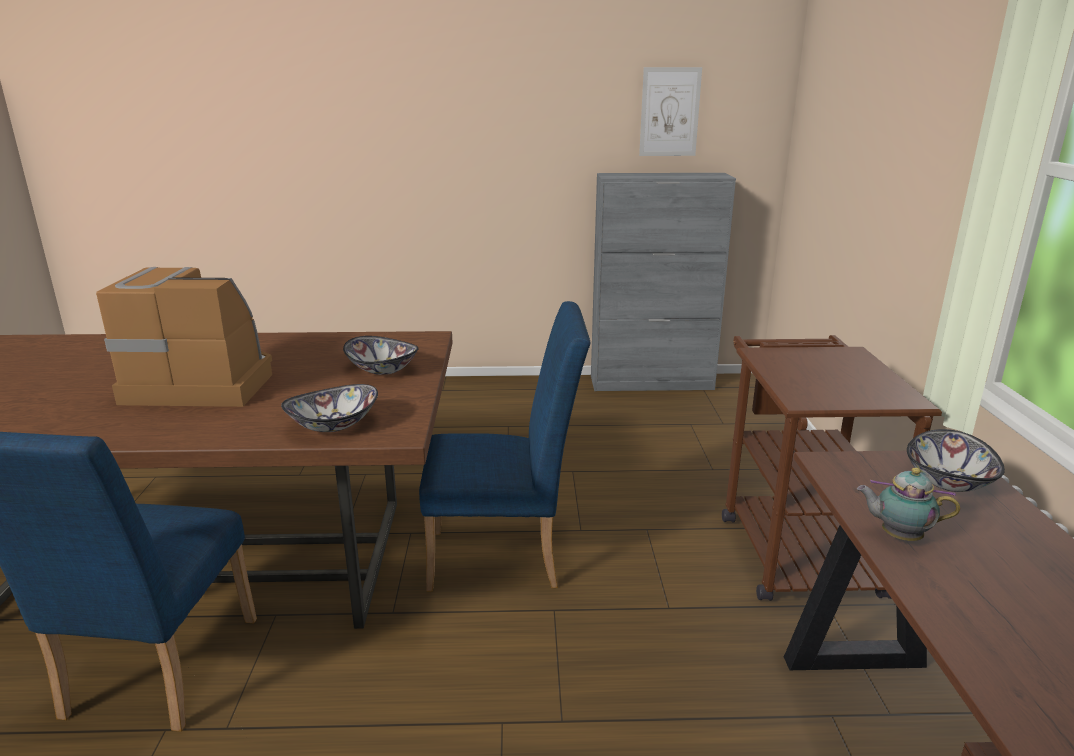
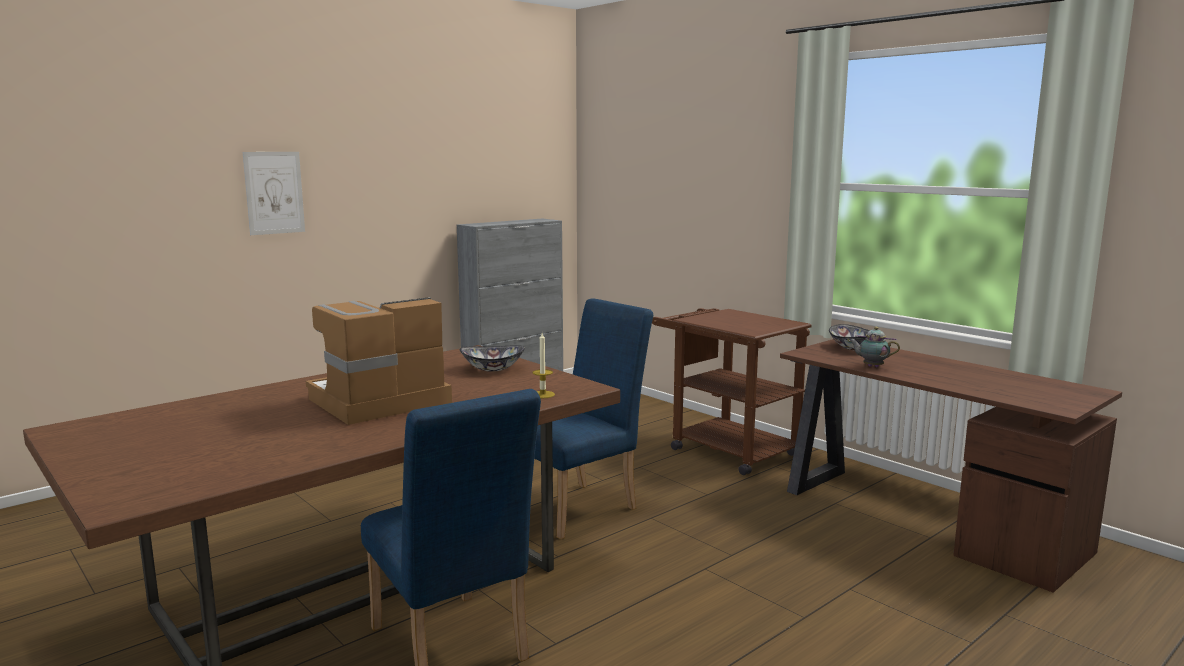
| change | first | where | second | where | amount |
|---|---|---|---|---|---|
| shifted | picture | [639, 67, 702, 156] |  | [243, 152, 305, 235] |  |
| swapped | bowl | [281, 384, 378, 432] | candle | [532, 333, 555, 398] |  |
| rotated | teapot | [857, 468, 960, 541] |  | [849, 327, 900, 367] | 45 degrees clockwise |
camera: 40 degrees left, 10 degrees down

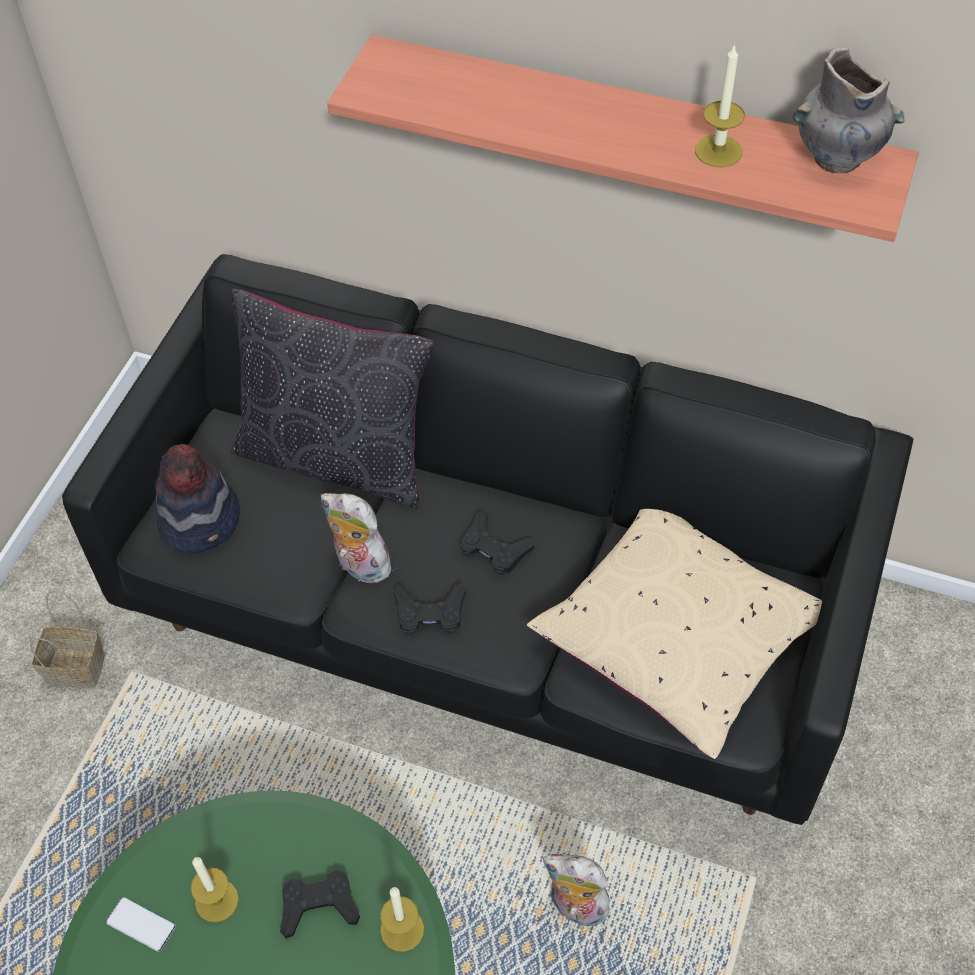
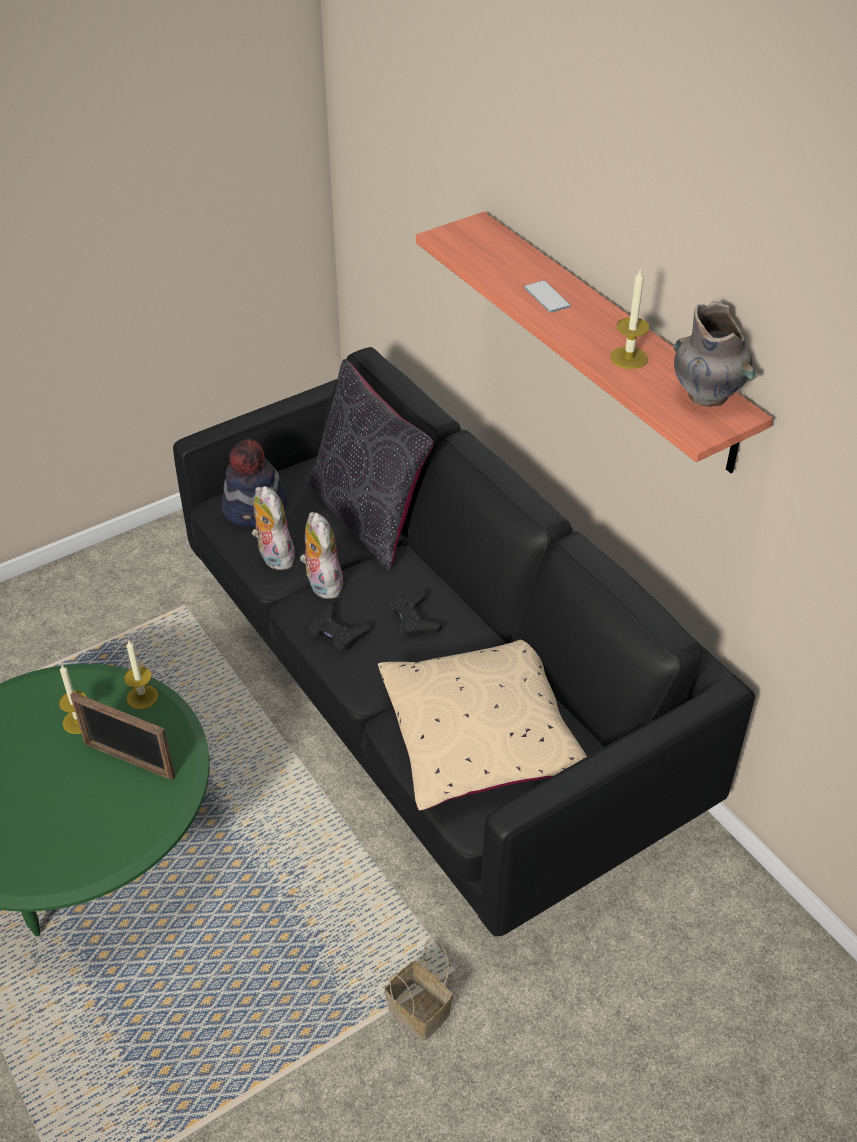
| change | first | where | second | where | amount |
|---|---|---|---|---|---|
| shifted | basket | [30, 590, 105, 688] |  | [385, 938, 453, 1041] |  |
| shifted | plush toy | [543, 854, 614, 926] |  | [252, 486, 295, 570] |  |
| swapped | black game controller | [280, 870, 360, 939] | picture frame | [70, 692, 175, 780] |  |
| shifted | candle | [380, 887, 424, 952] |  | [124, 640, 158, 709] |  |
| shifted | phone | [106, 897, 176, 952] |  | [524, 280, 571, 313] |  |
camera: 35 degrees right, 10 degrees down

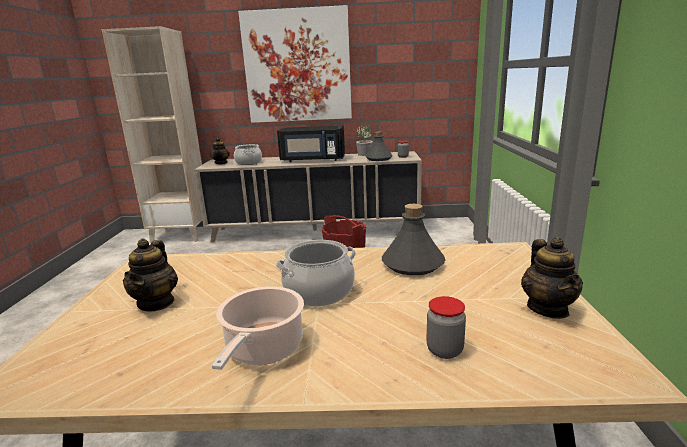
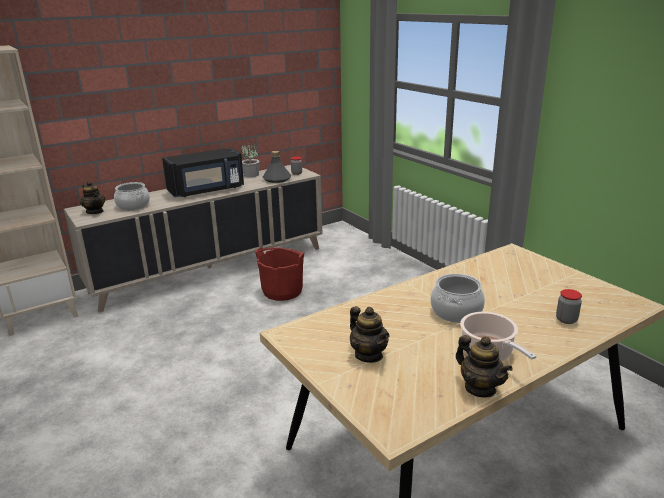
| change | first | where | second | where | amount |
|---|---|---|---|---|---|
| gone | picture | [238, 5, 352, 123] |  |  |  |
| gone | grey bottle | [382, 204, 445, 275] |  |  |  |
| shifted | teapot | [521, 237, 583, 319] |  | [456, 335, 513, 397] |  |
camera: 35 degrees left, 5 degrees up

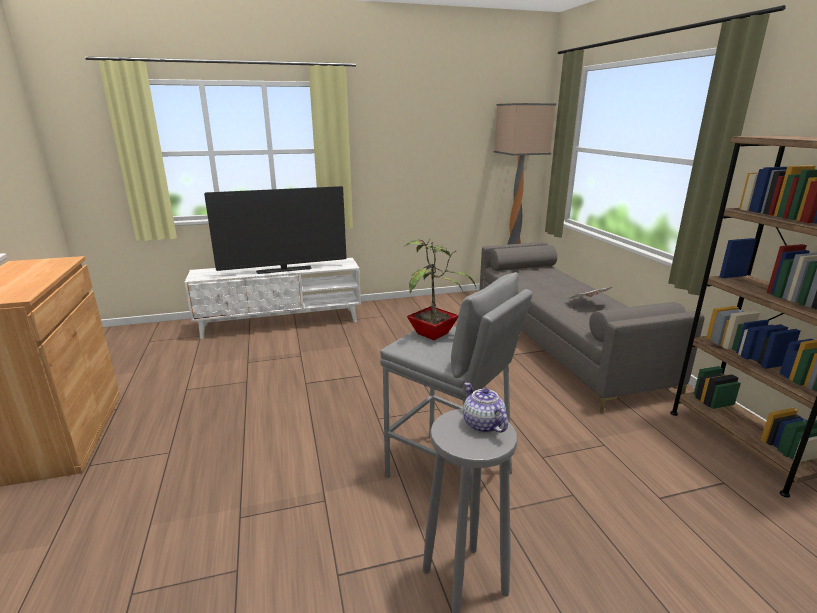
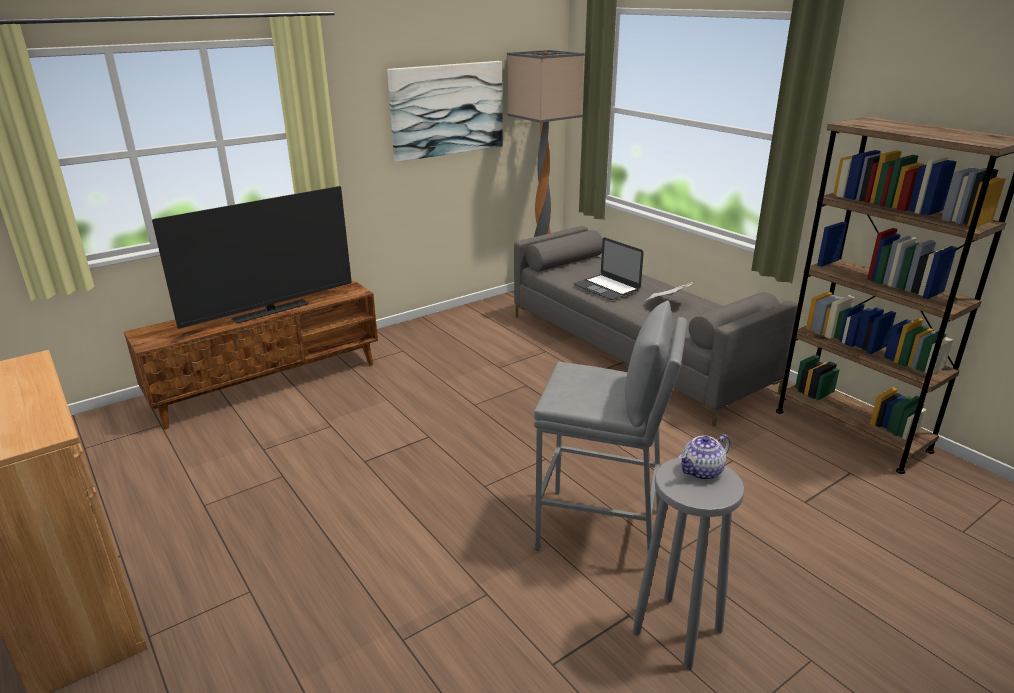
| change | first | where | second | where | amount |
|---|---|---|---|---|---|
| gone | potted plant | [404, 237, 476, 340] |  |  |  |
| repainted | white tv stand | [185, 258, 361, 339] | brown tv stand | [124, 278, 378, 429] |  |
| rotated | teapot | [463, 383, 508, 433] |  | [679, 434, 730, 480] | 75 degrees counterclockwise |
| new |  |  | picture | [387, 61, 503, 162] |  |
| new |  |  | laptop | [573, 237, 644, 300] |  |
camera: 20 degrees left, 5 degrees up

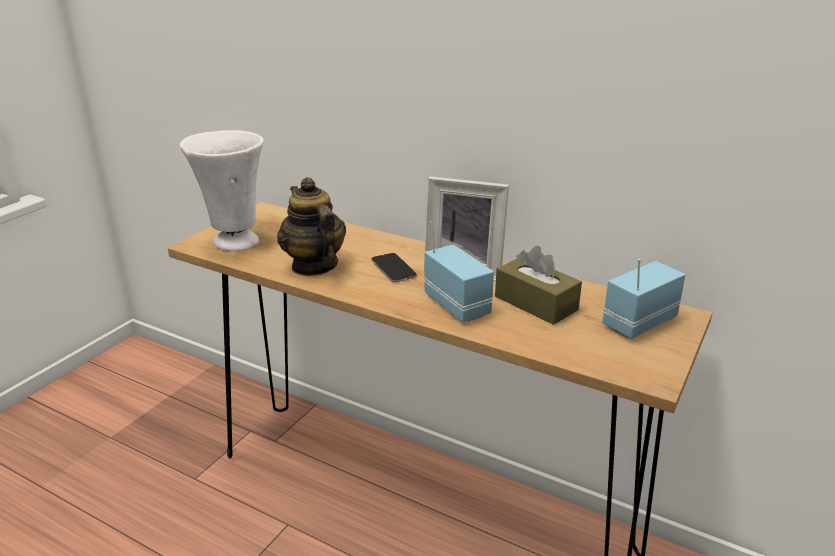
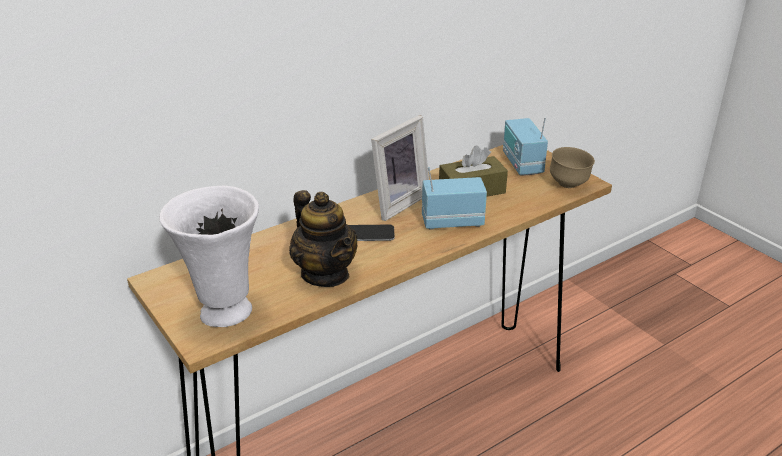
| change | first | where | second | where | amount |
|---|---|---|---|---|---|
| rotated | teapot | [277, 177, 346, 276] |  | [289, 190, 357, 287] | 120 degrees counterclockwise |
| new |  |  | brown bowl | [550, 147, 595, 188] |  |
camera: 65 degrees left, 5 degrees up

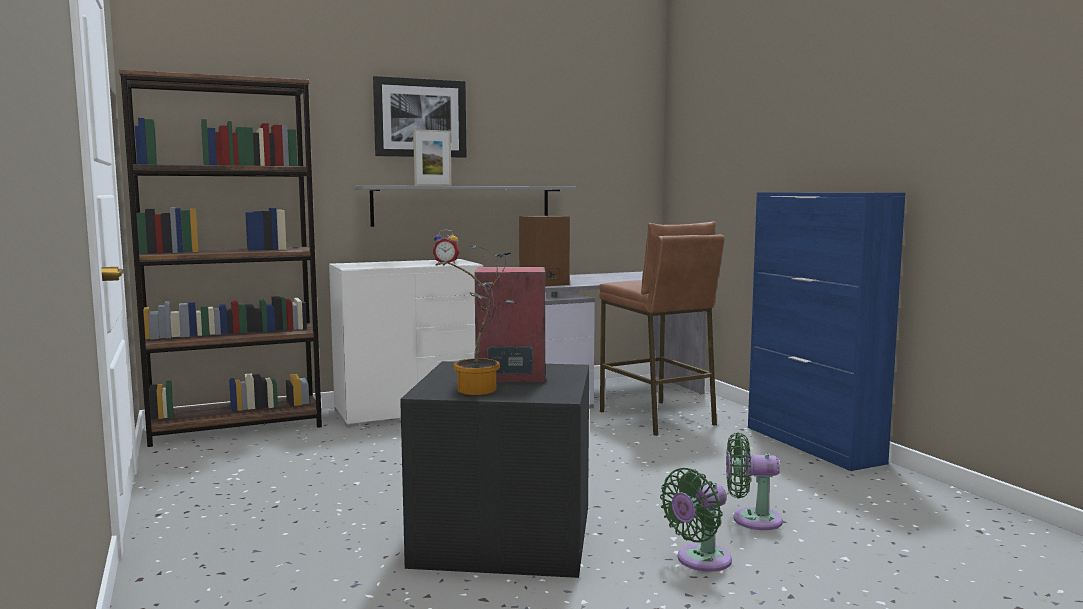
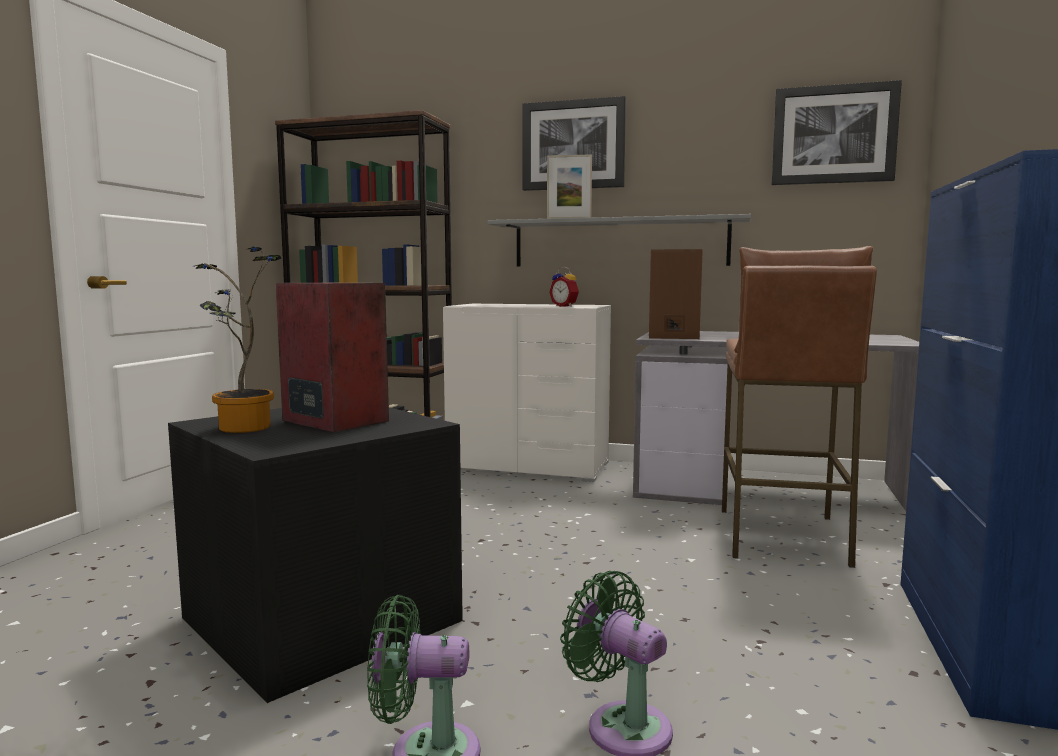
| change | first | where | second | where | amount |
|---|---|---|---|---|---|
| new |  |  | picture | [771, 80, 902, 185] |  |
camera: 40 degrees right, 0 degrees up

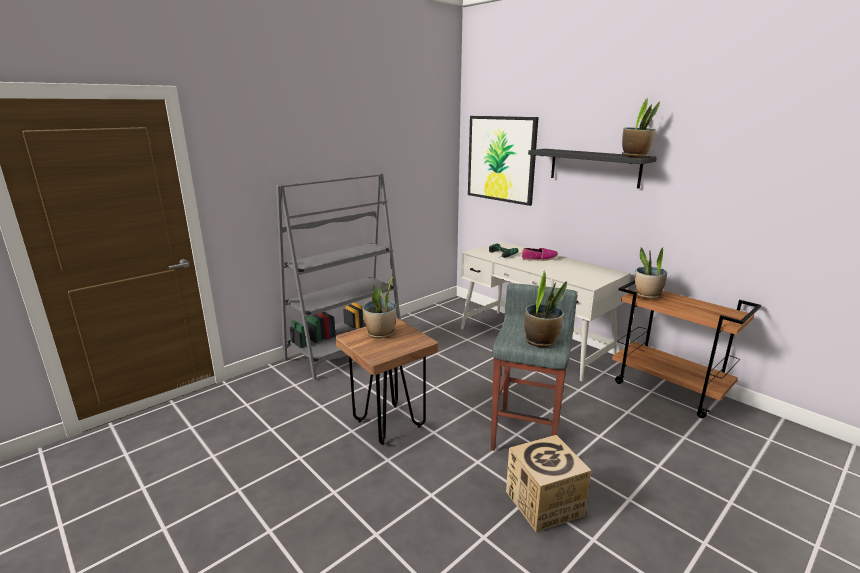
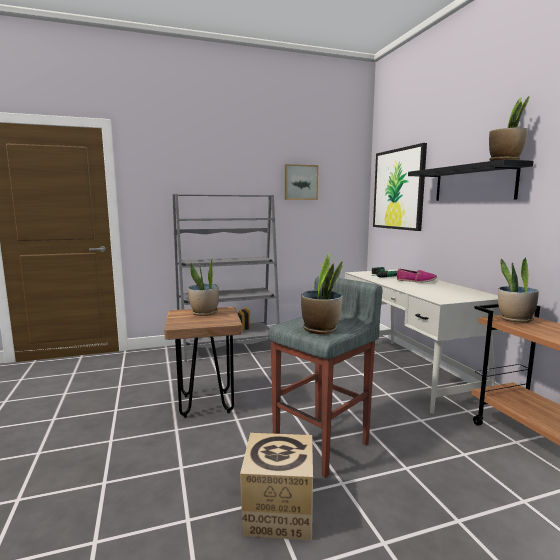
| change | first | where | second | where | amount |
|---|---|---|---|---|---|
| new |  |  | picture | [285, 164, 318, 200] |  |
camera: 25 degrees right, 10 degrees down

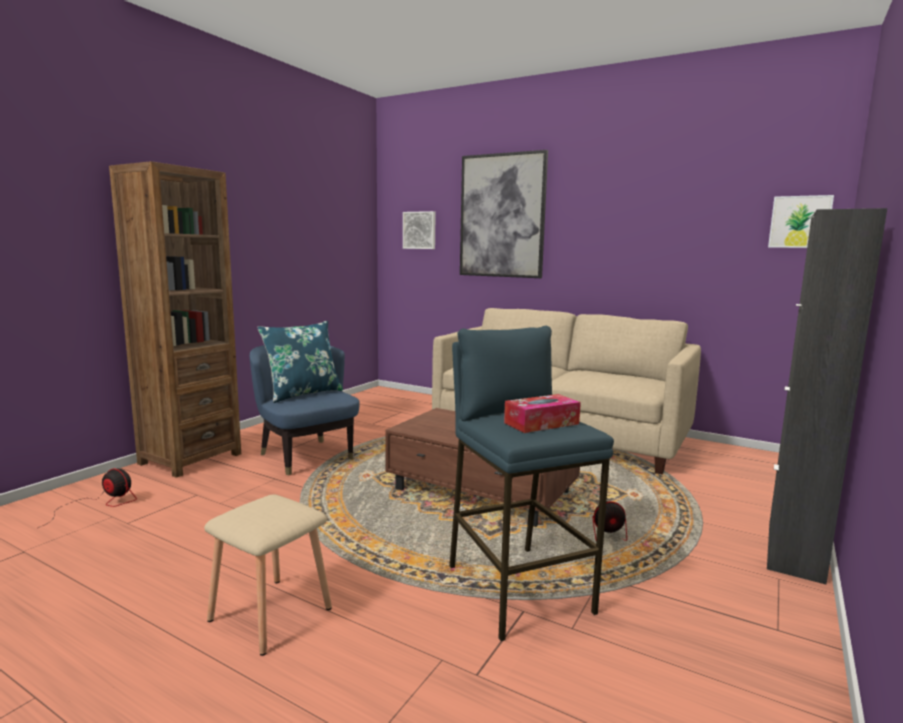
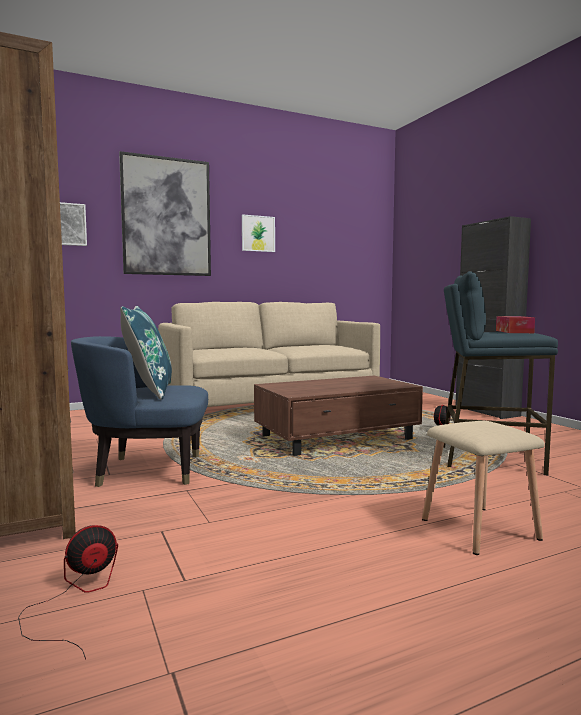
| change | first | where | second | where | amount |
|---|---|---|---|---|---|
| shifted | picture | [768, 195, 834, 248] |  | [242, 214, 275, 252] |  |
camera: 55 degrees left, 5 degrees down

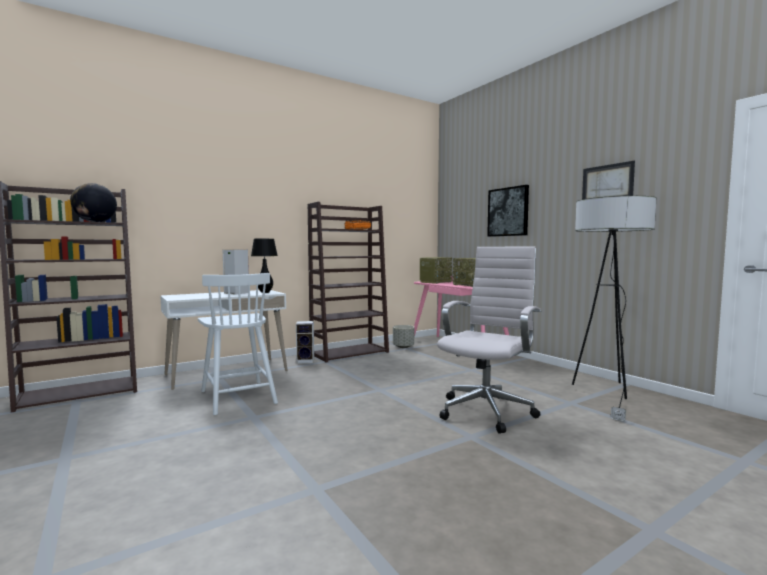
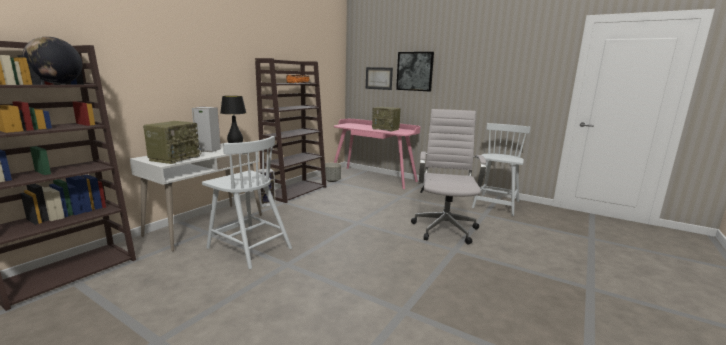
| change | first | where | second | where | amount |
|---|---|---|---|---|---|
| shifted | picture | [582, 161, 635, 200] |  | [366, 67, 393, 90] |  |
| swapped | floor lamp | [572, 196, 656, 421] | white chair | [472, 123, 531, 216] |  |
| shifted | radio | [420, 257, 453, 284] |  | [143, 121, 202, 164] |  |
camera: 25 degrees left, 10 degrees up

